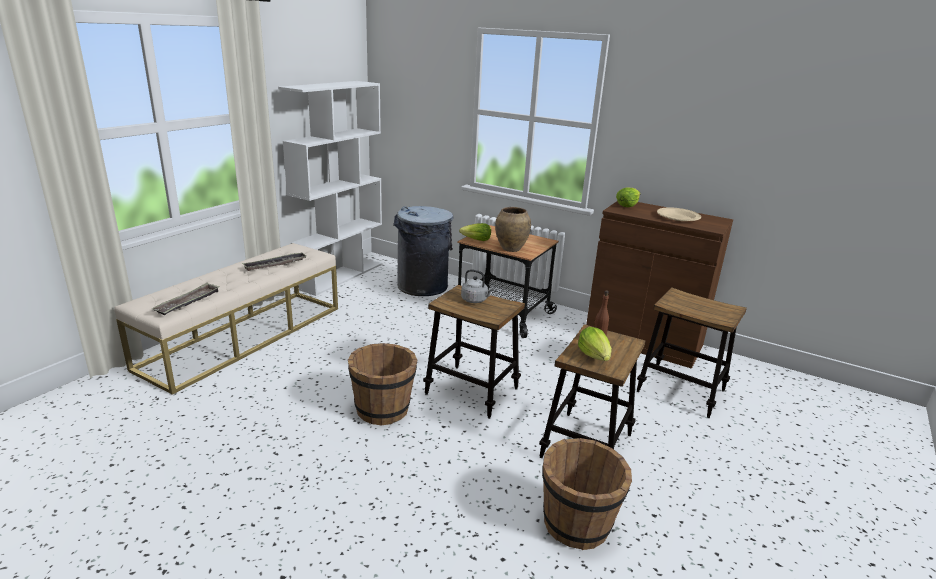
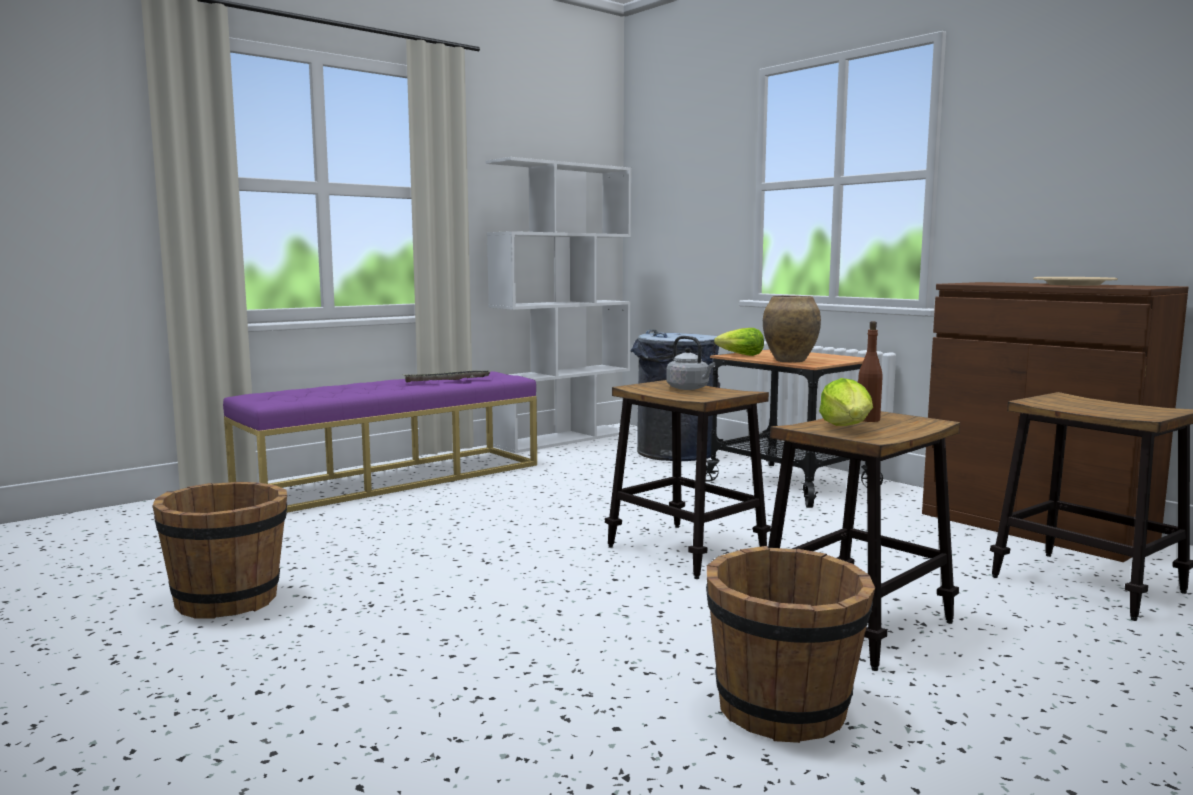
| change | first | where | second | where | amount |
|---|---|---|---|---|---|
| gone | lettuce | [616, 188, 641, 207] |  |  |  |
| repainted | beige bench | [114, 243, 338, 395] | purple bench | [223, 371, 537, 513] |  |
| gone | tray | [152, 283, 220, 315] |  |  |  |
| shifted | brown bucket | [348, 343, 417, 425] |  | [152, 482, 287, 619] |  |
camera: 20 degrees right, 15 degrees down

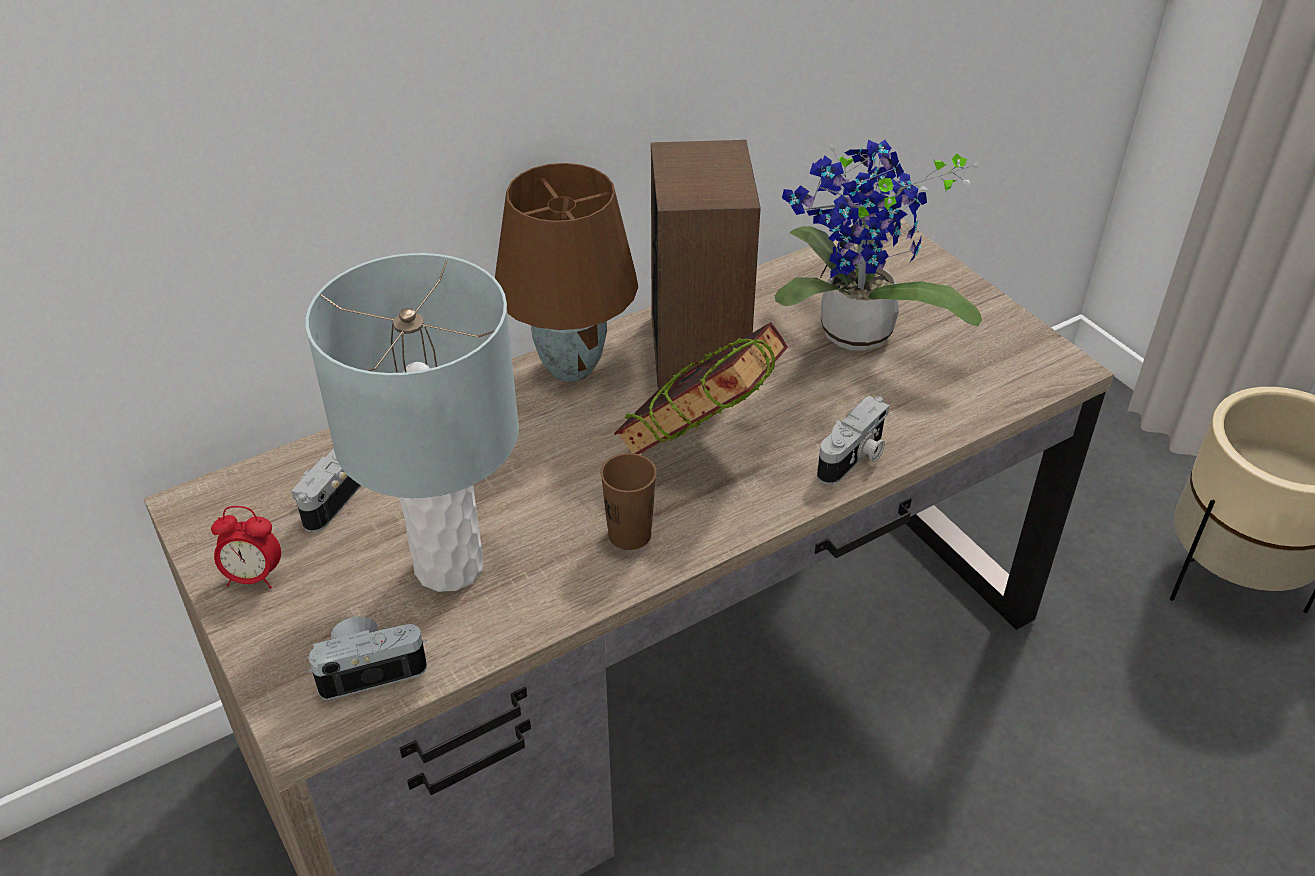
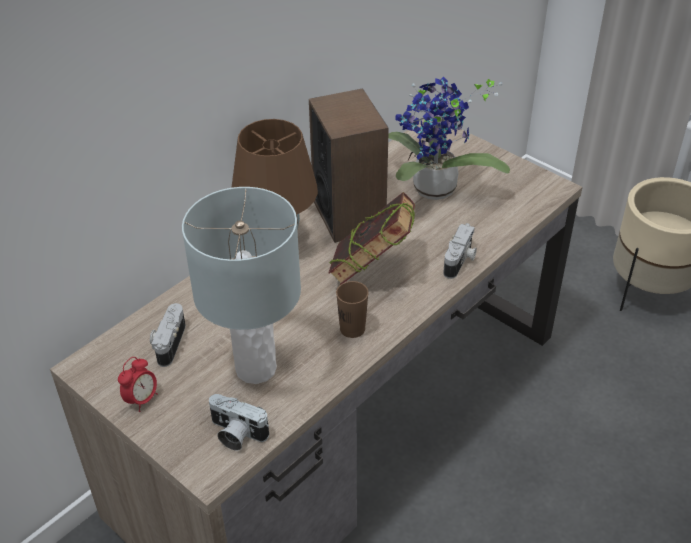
| change | first | where | second | where | amount |
|---|---|---|---|---|---|
| rotated | alarm clock | [211, 506, 281, 589] |  | [118, 357, 158, 412] | 45 degrees counterclockwise |
| rotated | photo camera | [308, 616, 428, 701] |  | [209, 394, 269, 451] | 120 degrees counterclockwise |
camera: 15 degrees left, 0 degrees up

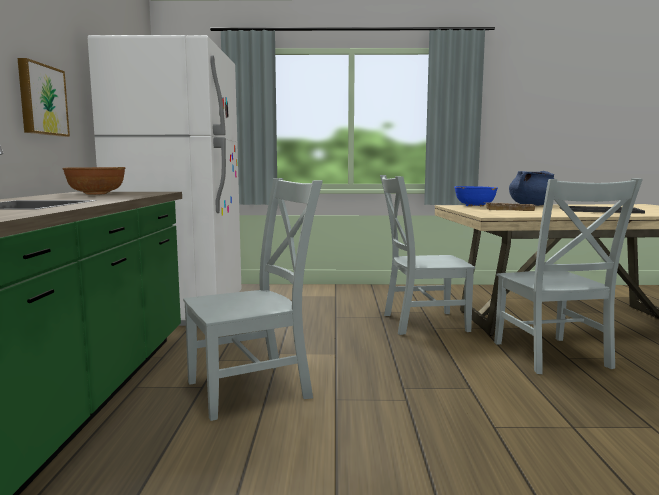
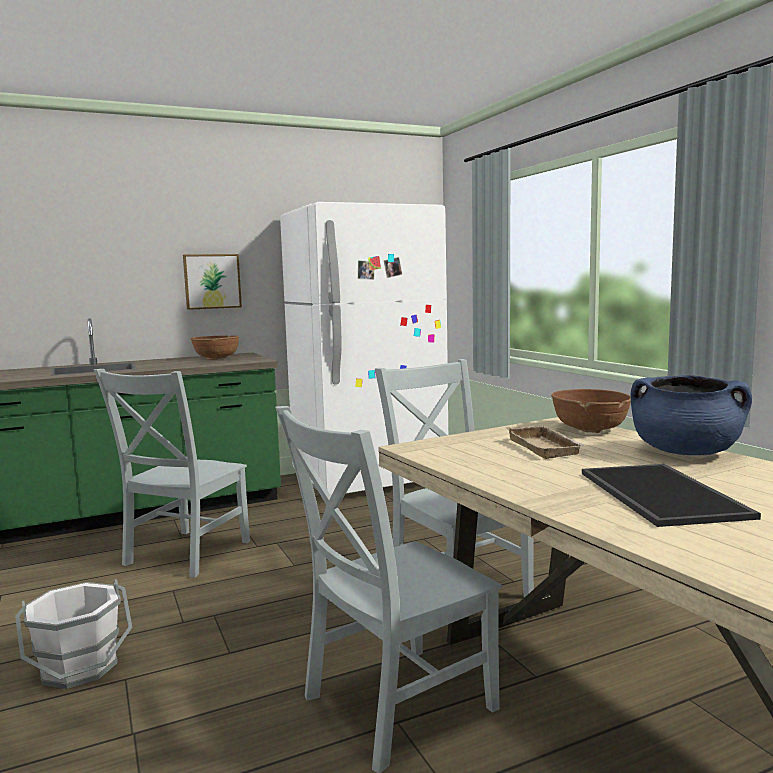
| change | first | where | second | where | amount |
|---|---|---|---|---|---|
| rotated | grey chair | [183, 178, 323, 421] |  | [94, 369, 250, 578] | 75 degrees clockwise |
| repainted | blue bowl | [454, 186, 498, 206] | brown bowl | [551, 389, 631, 433] |  |
| new |  |  | white bucket | [15, 579, 133, 689] |  |
camera: 65 degrees right, 0 degrees up

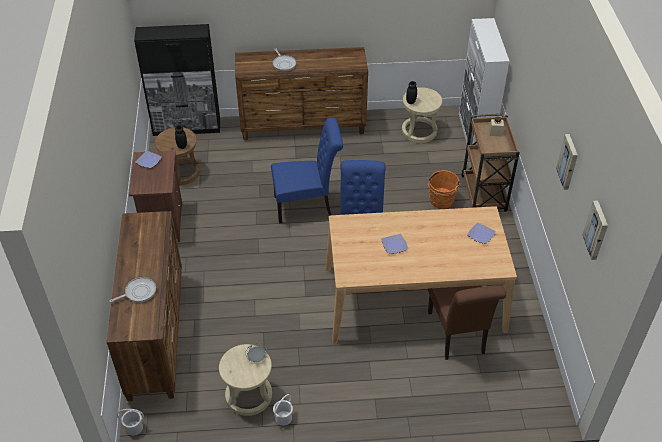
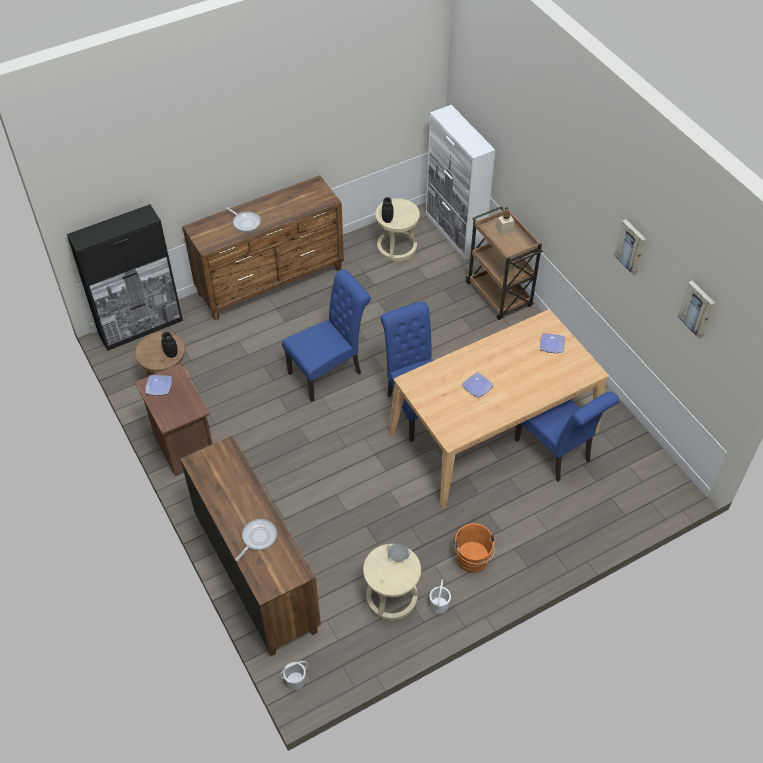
| change | first | where | second | where | amount |
|---|---|---|---|---|---|
| shifted | orange bucket | [428, 170, 460, 209] |  | [453, 523, 496, 573] |  |
| repainted | brown chair | [428, 285, 506, 360] | blue chair | [514, 391, 619, 482] |  |
camera: 25 degrees left, 5 degrees up

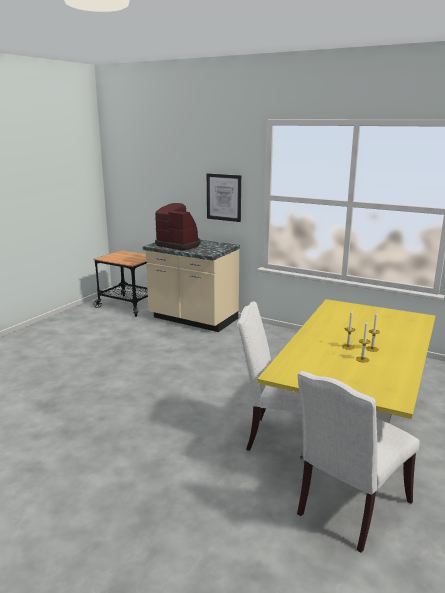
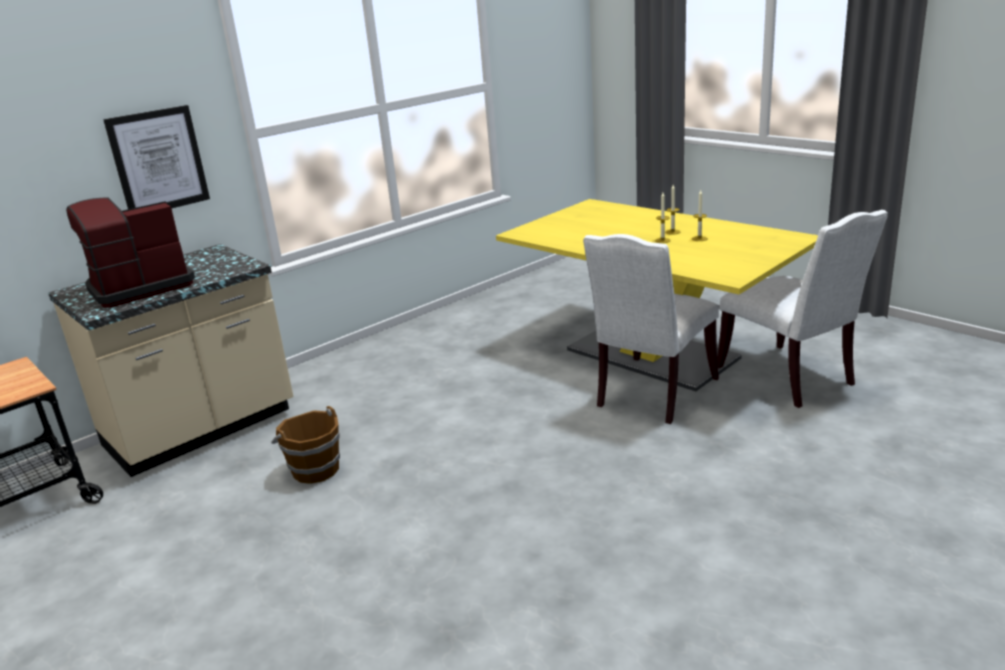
| change | first | where | second | where | amount |
|---|---|---|---|---|---|
| new |  |  | brown bucket | [271, 406, 340, 484] |  |
camera: 70 degrees left, 5 degrees up

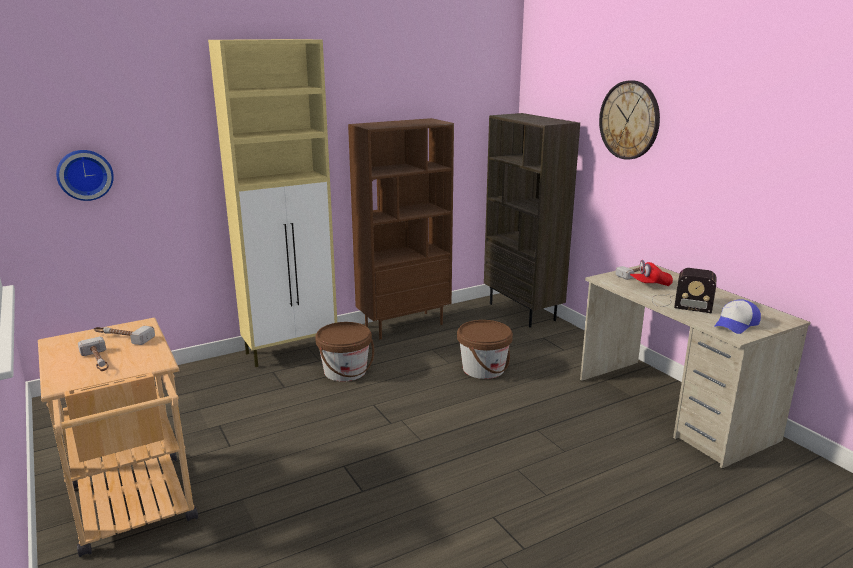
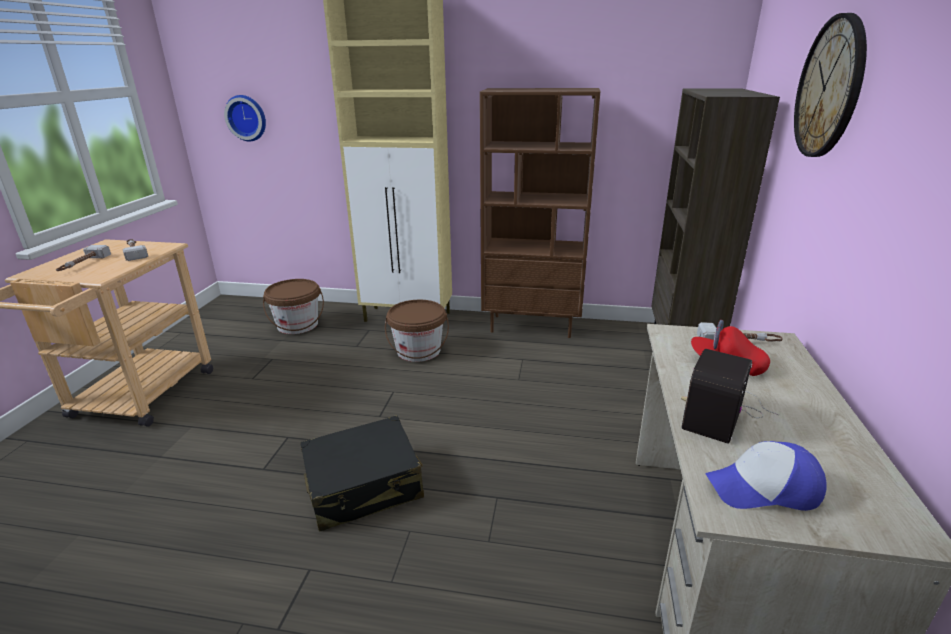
| change | first | where | second | where | amount |
|---|---|---|---|---|---|
| rotated | radio | [652, 268, 716, 313] |  | [681, 349, 779, 444] | 60 degrees clockwise |
| shifted | brown bucket | [457, 320, 513, 379] |  | [263, 279, 324, 334] |  |
| new |  |  | black suitcase | [300, 415, 424, 532] |  |
camera: 40 degrees right, 5 degrees up

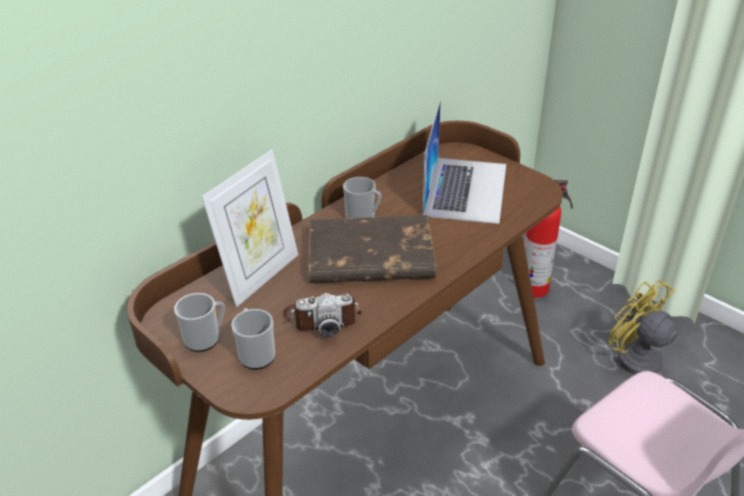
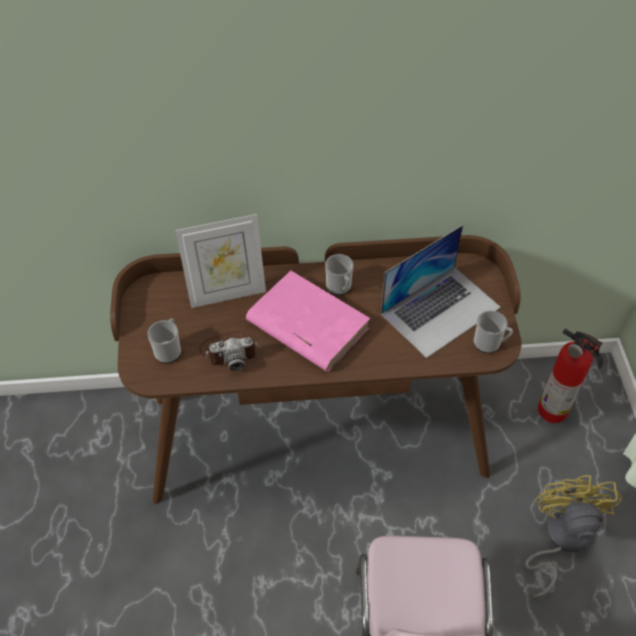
| change | first | where | second | where | amount |
|---|---|---|---|---|---|
| repainted | brown book | [309, 215, 436, 283] | pink book | [246, 271, 371, 372] |  |
| shifted | mug | [174, 293, 225, 352] |  | [474, 311, 513, 353] |  |
| rotated | photo camera | [283, 293, 362, 337] |  | [199, 331, 260, 371] | 45 degrees counterclockwise |
camera: 40 degrees right, 15 degrees up

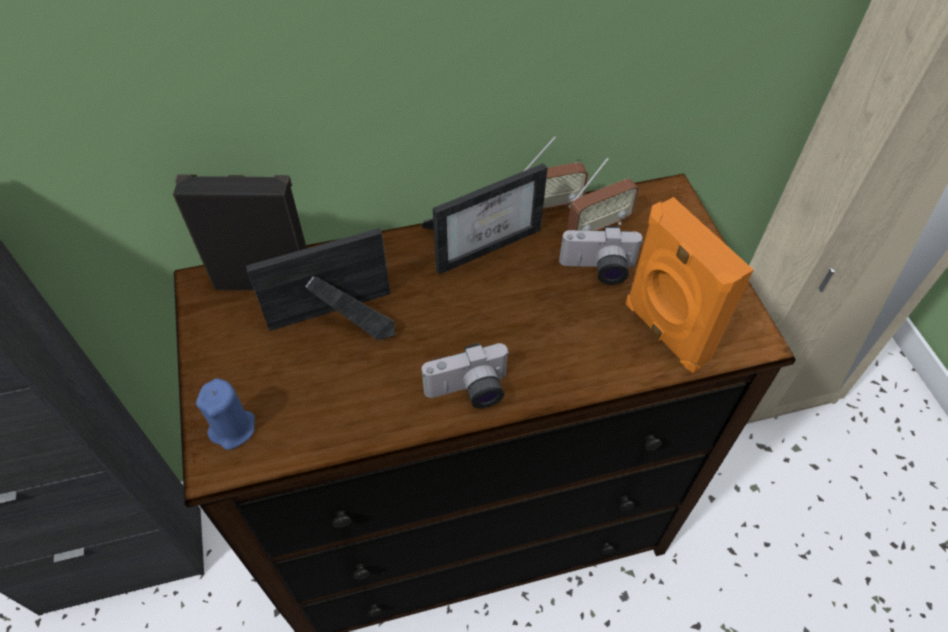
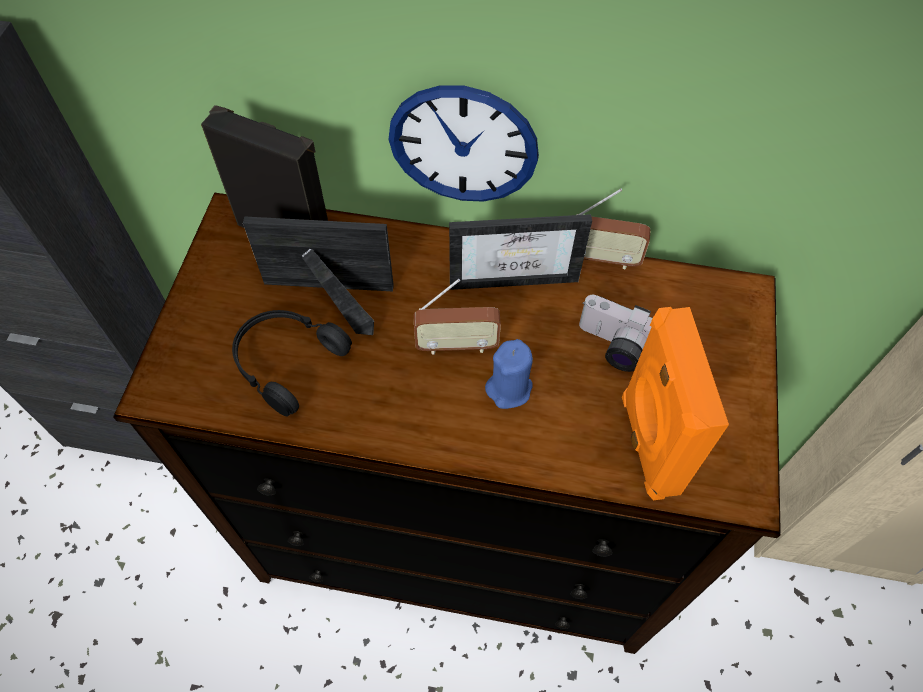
| change | first | where | second | where | amount |
|---|---|---|---|---|---|
| shifted | radio | [568, 157, 639, 231] |  | [414, 279, 501, 355] |  |
| gone | photo camera | [422, 343, 510, 408] |  |  |  |
| shifted | blue candle | [196, 378, 255, 450] |  | [485, 339, 533, 409] |  |
| new |  |  | wall clock | [388, 85, 539, 202] |  |
| new |  |  | black headphones | [232, 310, 352, 417] |  |
camera: 25 degrees right, 5 degrees up

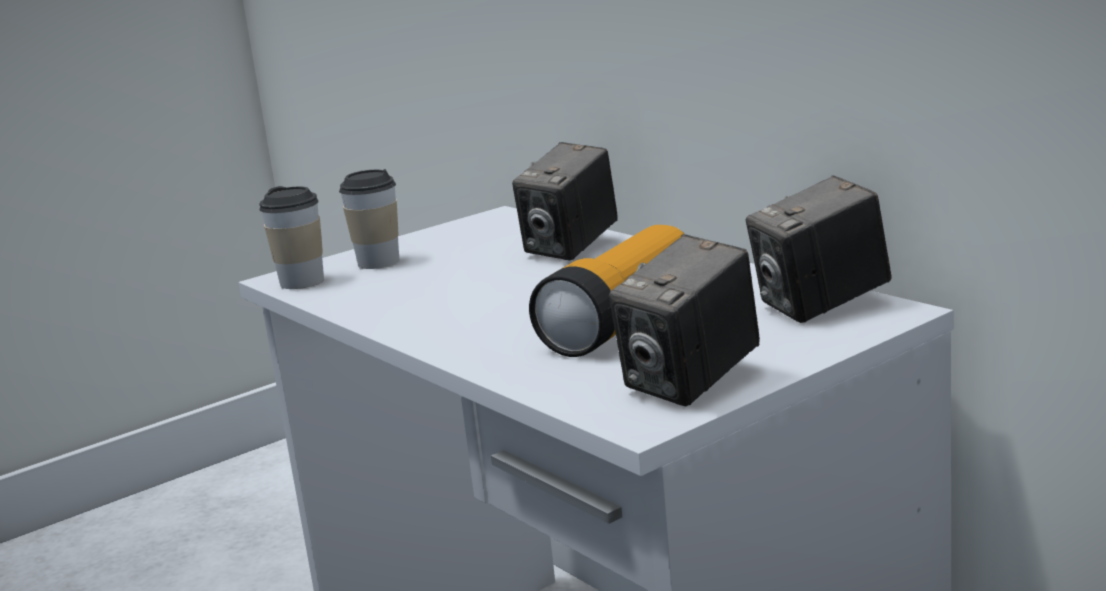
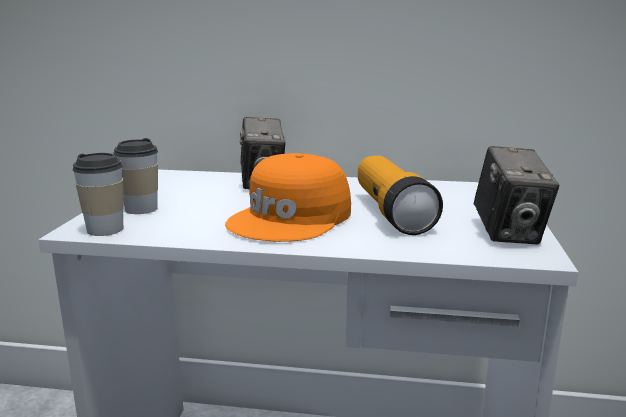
| change | first | where | second | where | amount |
|---|---|---|---|---|---|
| gone | photo camera | [746, 175, 892, 323] |  |  |  |
| new |  |  | orange cap | [225, 153, 351, 242] |  |
camera: 45 degrees left, 0 degrees up

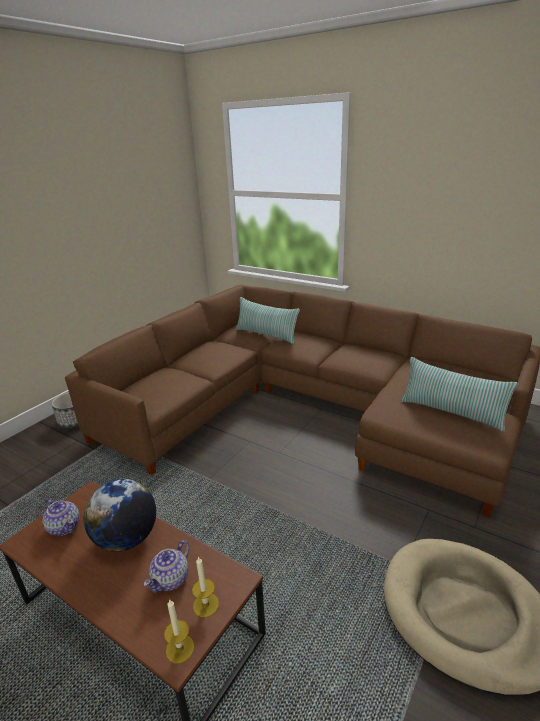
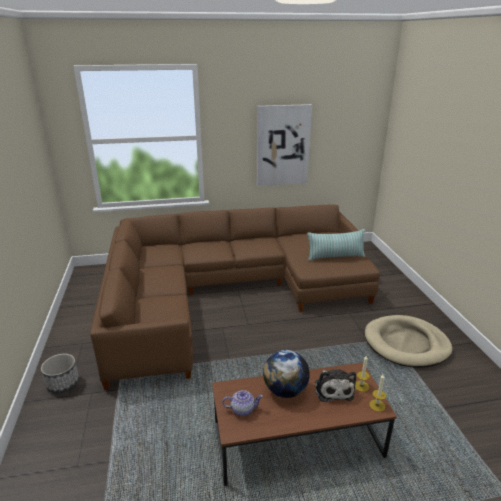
| change | first | where | second | where | amount |
|---|---|---|---|---|---|
| gone | pillow | [236, 297, 300, 344] |  |  |  |
| swapped | teapot | [144, 540, 190, 593] | plush toy | [315, 369, 356, 402] |  |
| new |  |  | picture | [257, 104, 312, 186] |  |
camera: 45 degrees left, 0 degrees up

